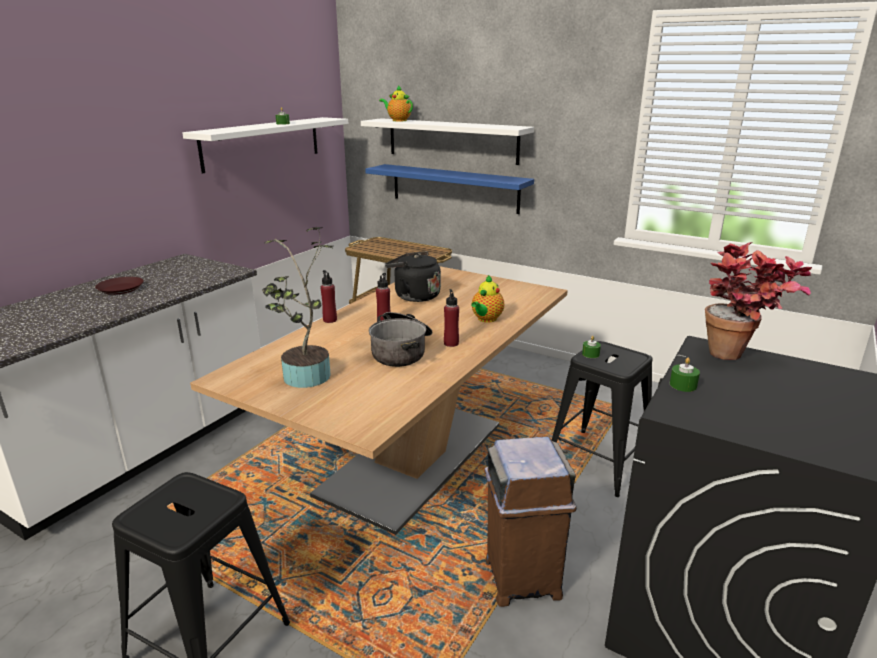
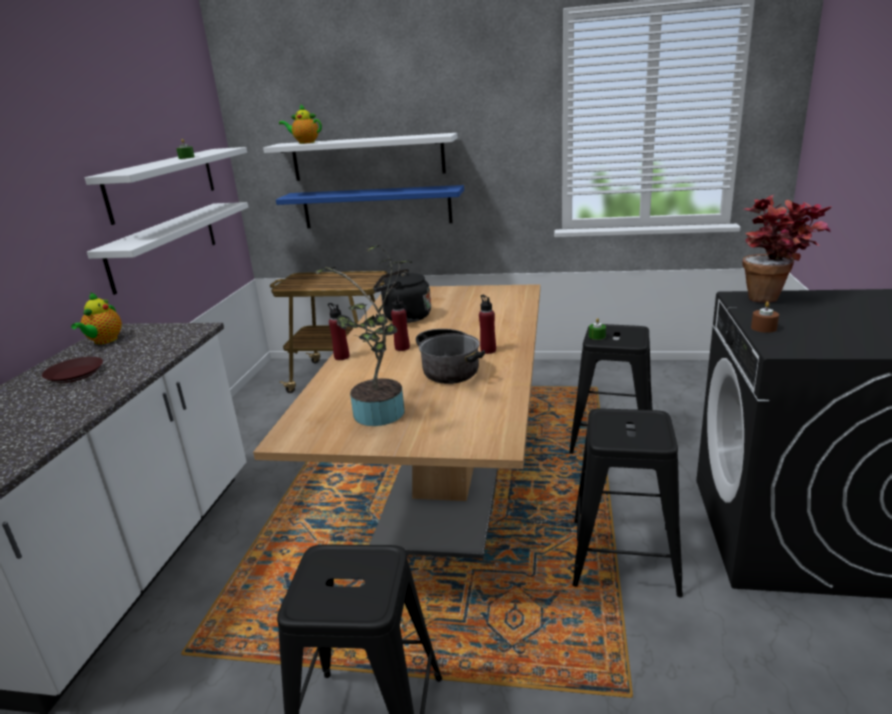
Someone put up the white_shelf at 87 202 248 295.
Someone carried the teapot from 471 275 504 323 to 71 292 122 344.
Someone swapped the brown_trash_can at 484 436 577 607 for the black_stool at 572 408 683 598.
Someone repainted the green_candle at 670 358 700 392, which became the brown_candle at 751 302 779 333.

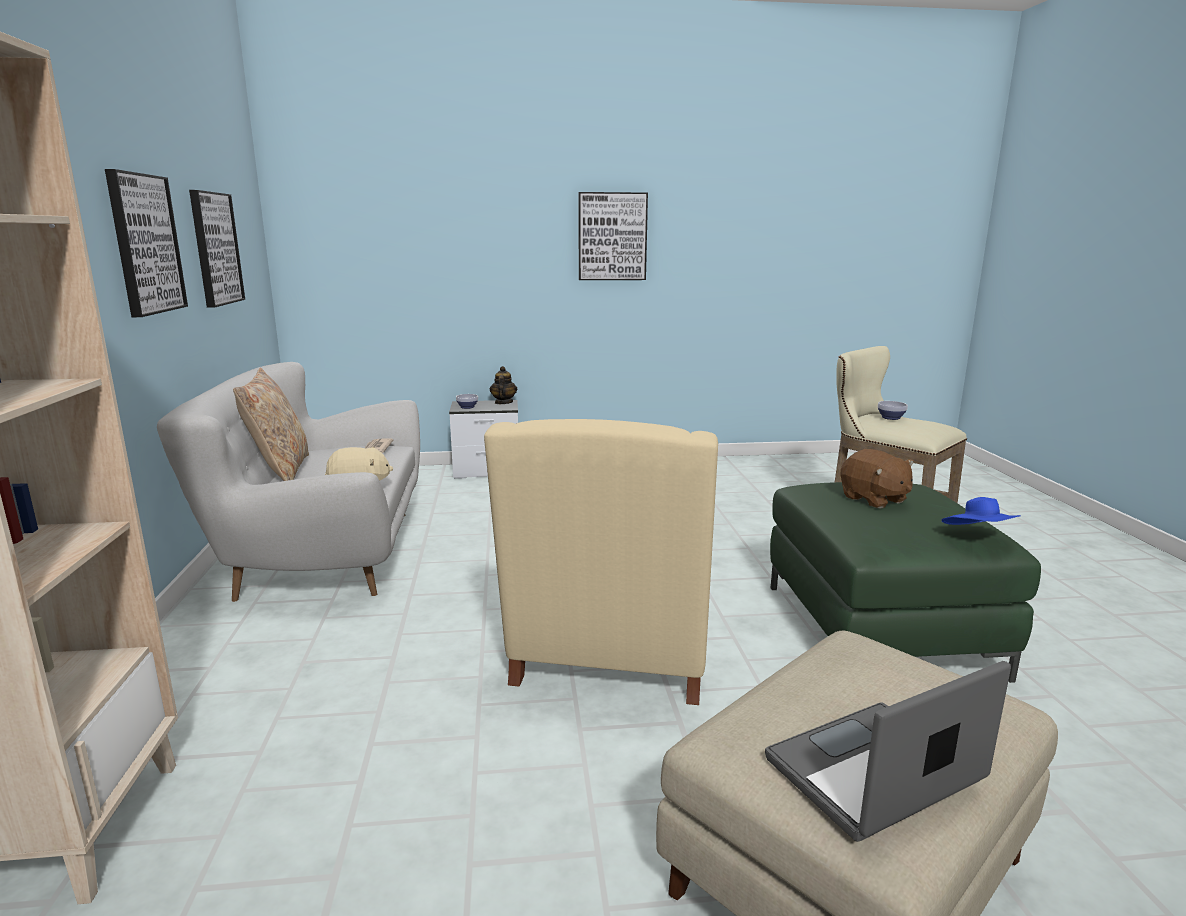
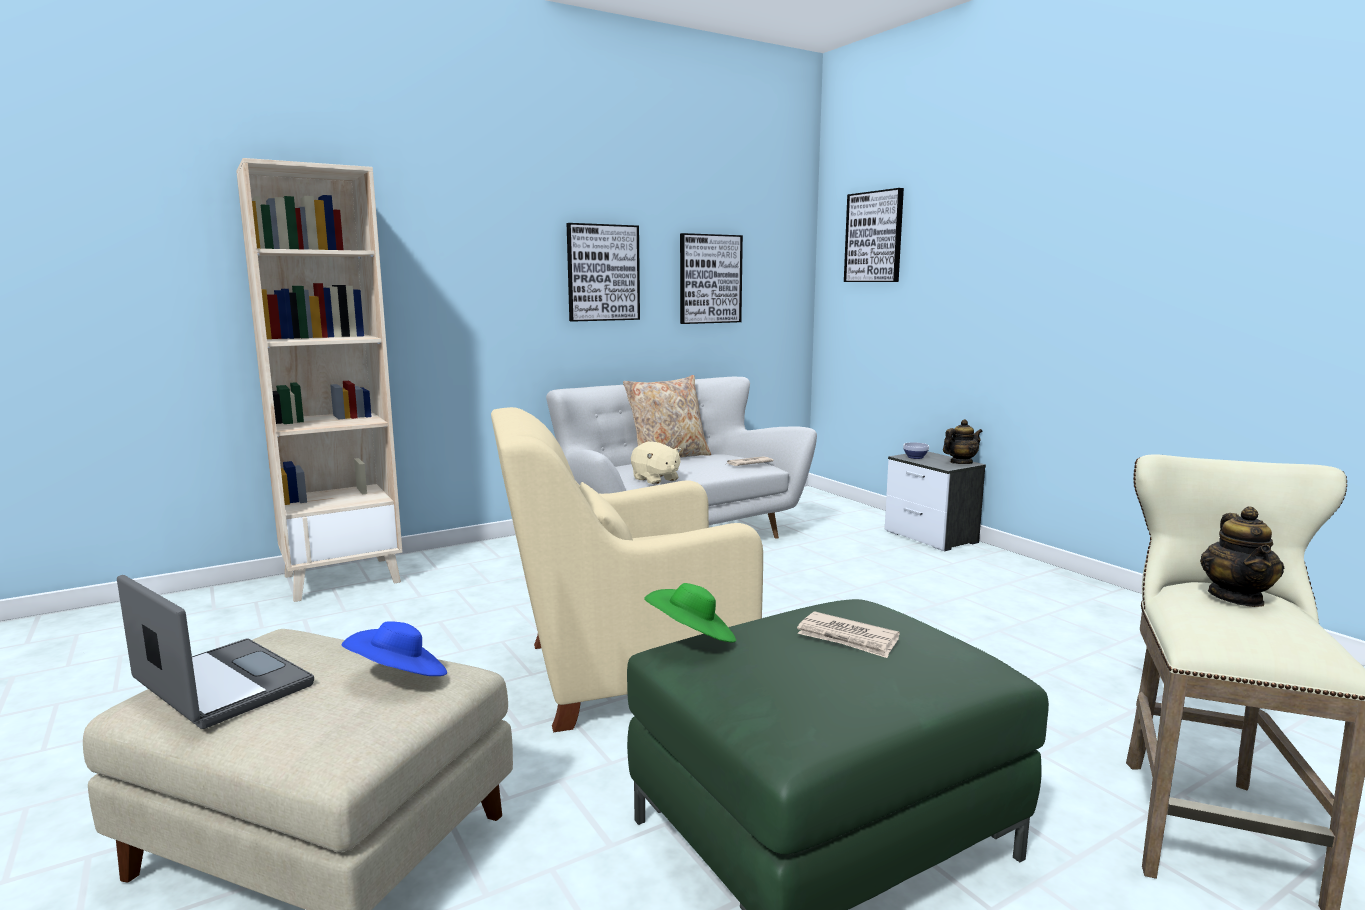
Someone put down the green_hat at 644 583 736 642.
Someone carried the picture from 578 192 648 280 to 844 188 904 282.
Someone carried the blue_hat from 942 497 1021 525 to 341 621 447 676.
Someone swapped the brown_plush_toy at 840 449 914 509 for the newspaper at 797 612 900 658.
Someone swapped the bowl at 878 401 908 420 for the teapot at 1200 506 1284 607.

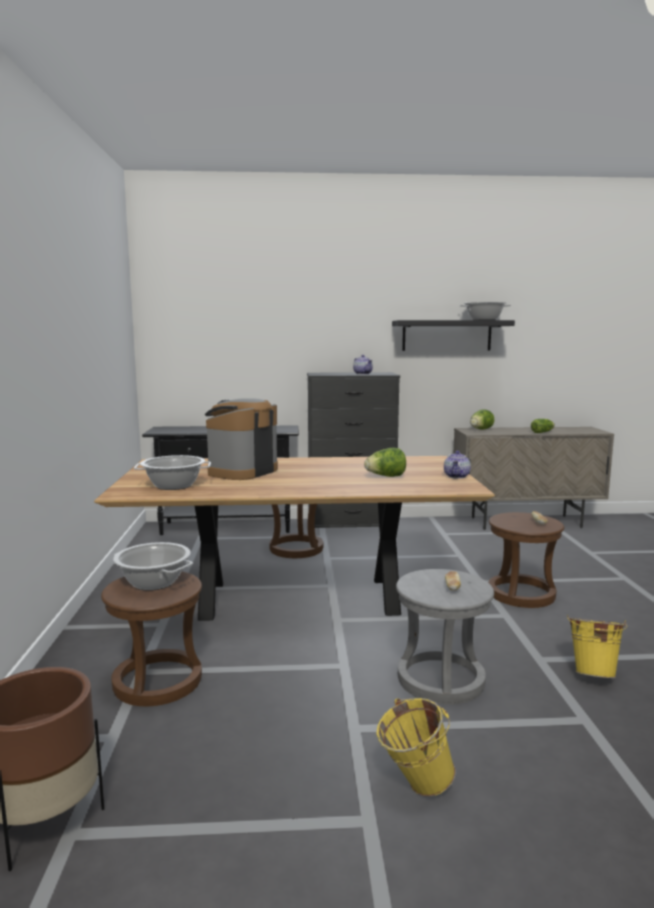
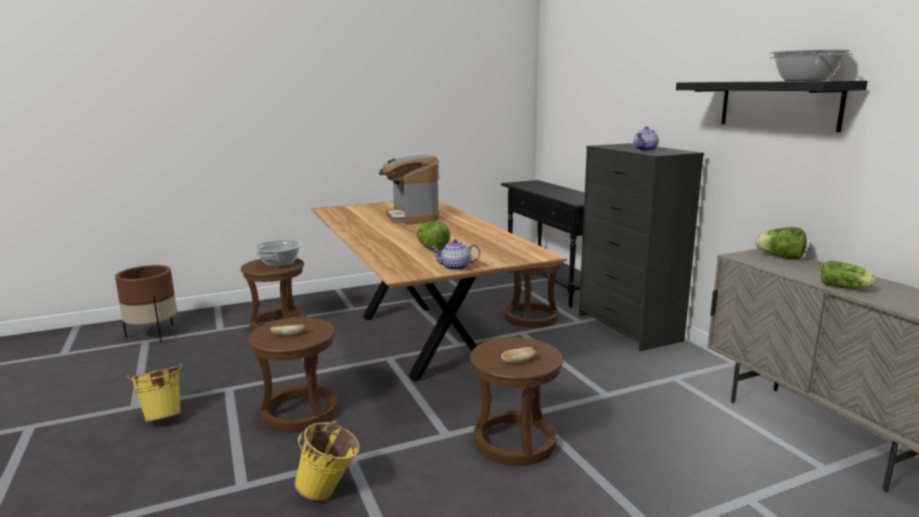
Someone took away the cooking_pot at 134 455 211 490.
Someone repainted the grey_stool at 396 569 494 705, which became the brown_stool at 248 317 337 432.
Someone rotated the coffee_machine at 205 398 278 480 by 120 degrees counterclockwise.

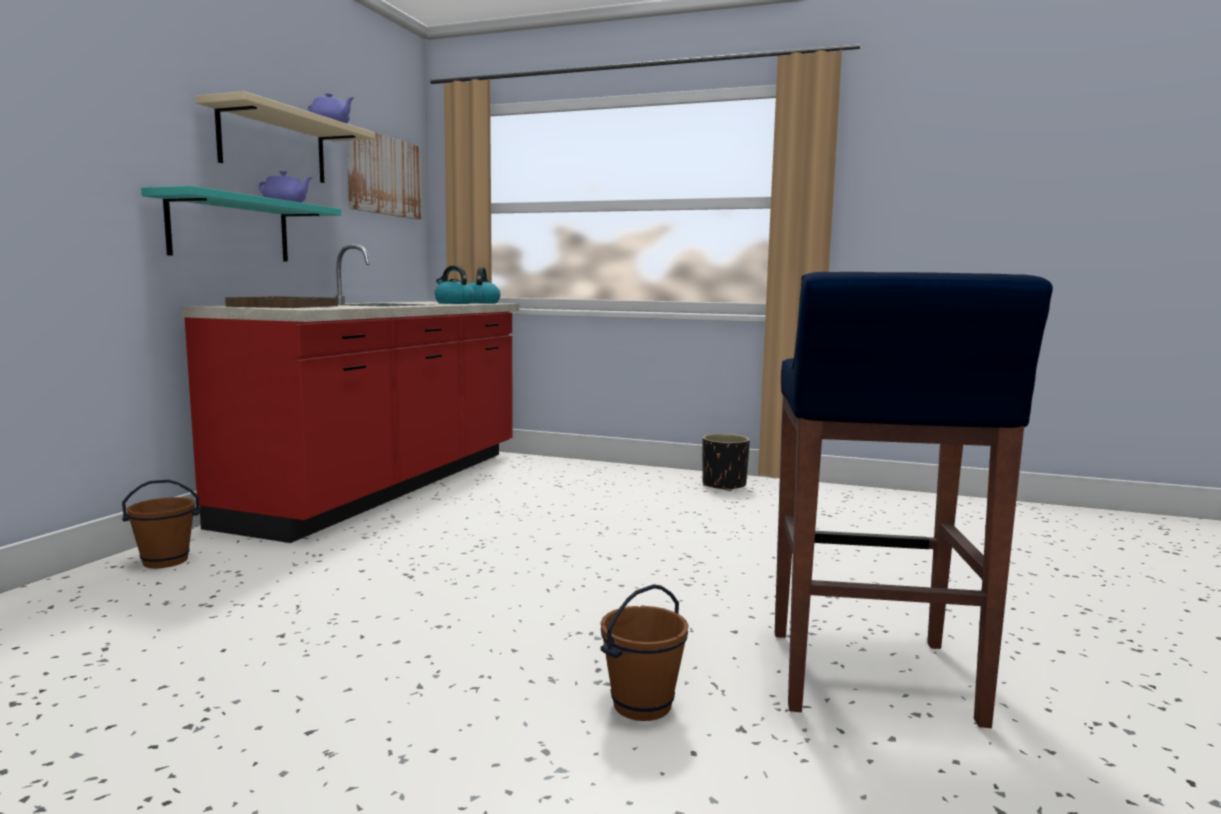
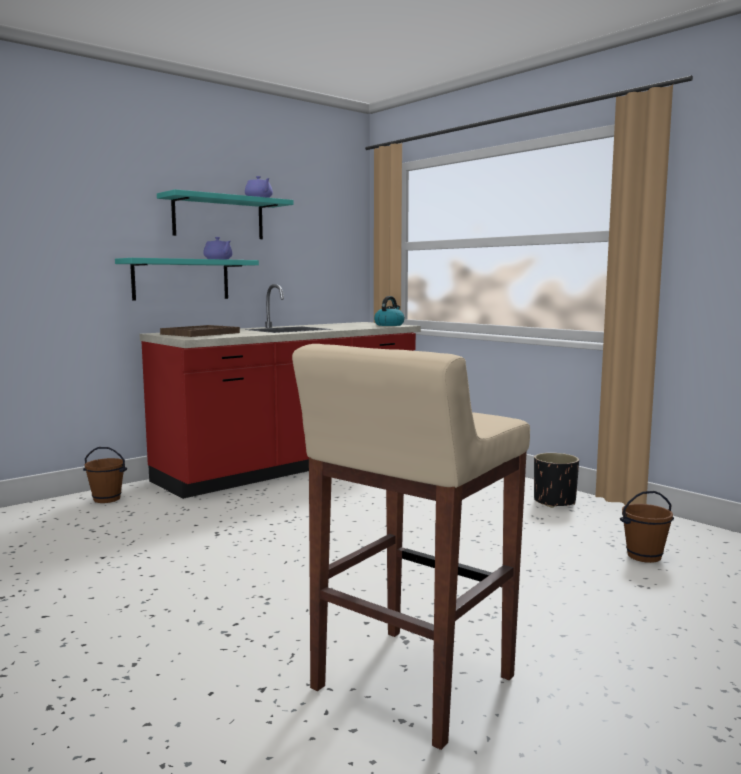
Someone took away the picture at 347 128 422 219.
Someone took away the kettle at 435 266 475 304.
Someone carried the brown_bucket from 600 584 689 721 to 620 491 674 563.
Someone repainted the beige_shelf at 196 91 375 183, which became the turquoise_shelf at 157 189 294 239.
Someone repainted the blue_stool at 775 272 1053 728, which became the beige_stool at 292 344 530 750.

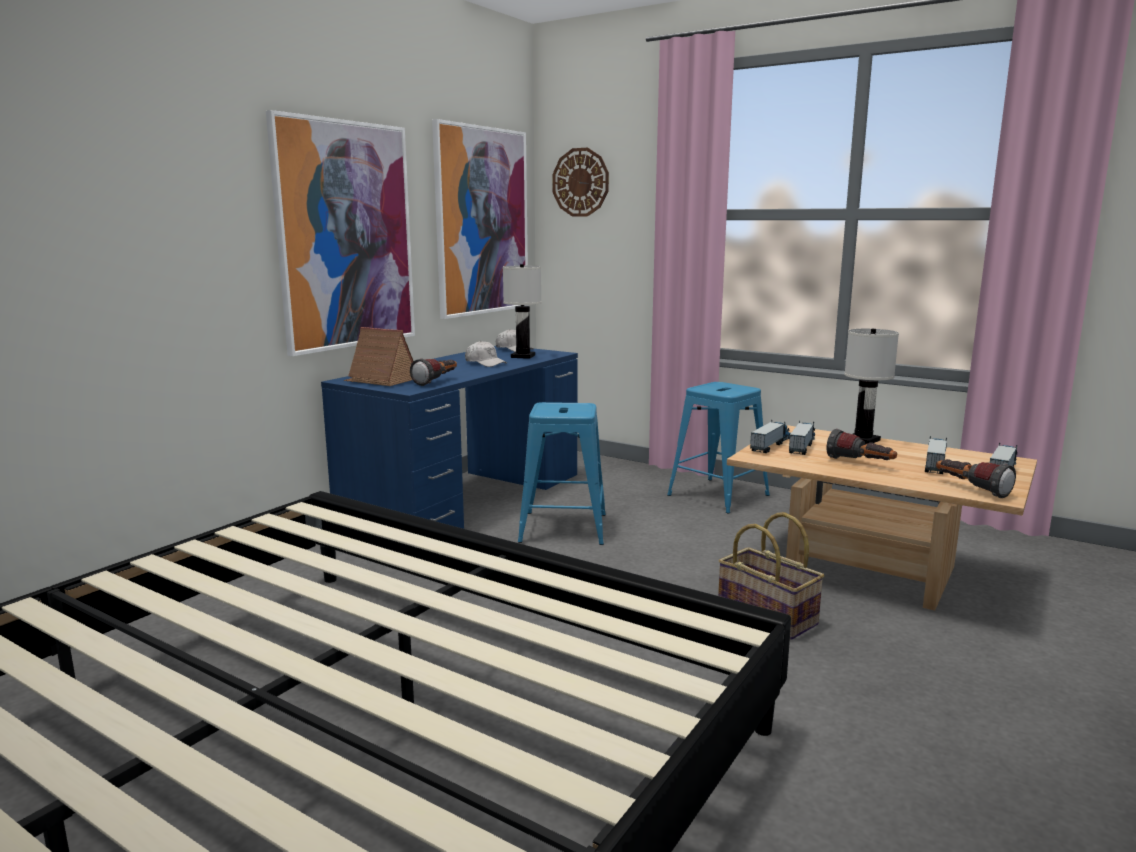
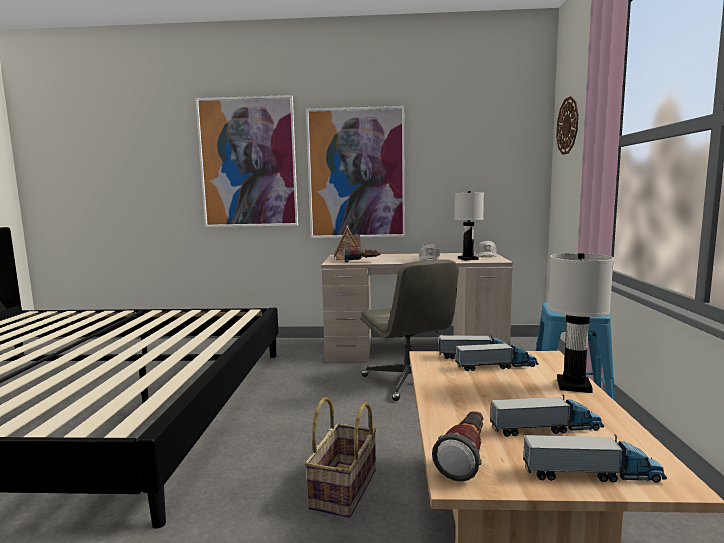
Someone took away the flashlight at 827 429 897 460.
Someone carried the picture from 432 119 528 319 to 195 95 298 227.
Someone swapped the blue_stool at 518 402 606 545 for the grey_office_chair at 360 259 458 401.
Someone repainted the blue_desk at 321 346 578 529, which became the beige_desk at 321 253 513 361.

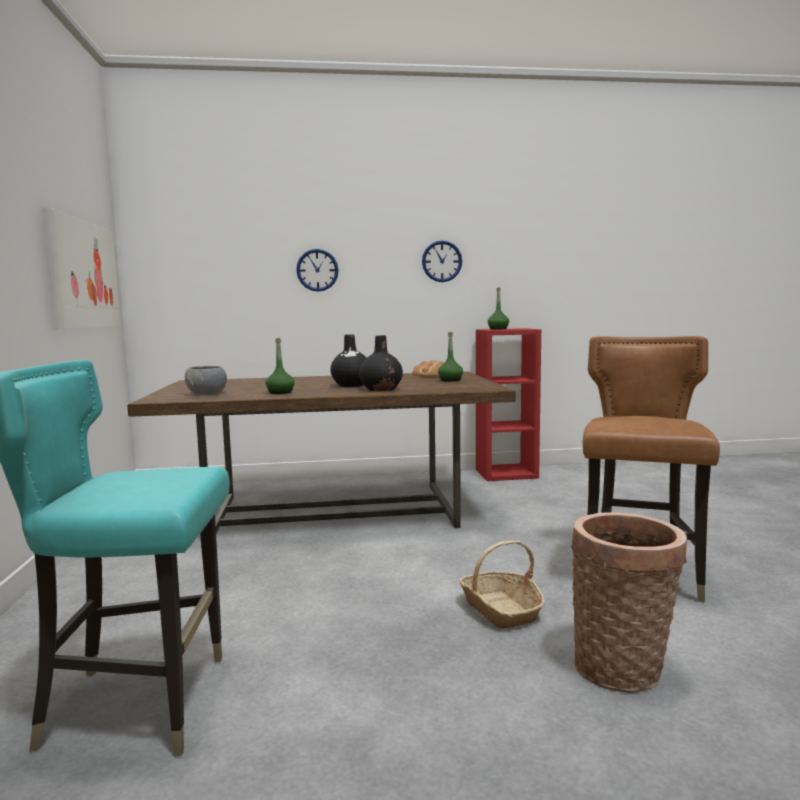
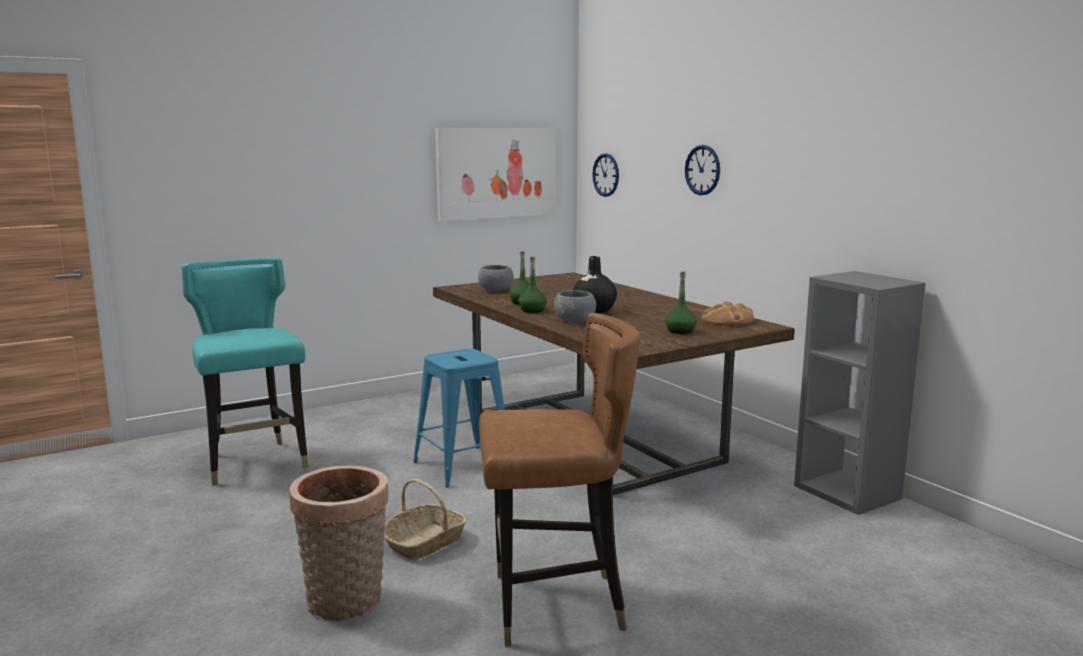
Someone put down the blue_stool at 413 348 505 488.
Someone carried the wall_clock from 422 240 462 282 to 592 153 619 197.
Someone carried the green_bottle from 488 288 509 330 to 518 257 547 313.
Someone swapped the black_vase at 359 335 403 391 for the grey_bowl at 554 290 596 323.
Someone repainted the red_bookcase at 476 328 541 481, which became the grey_bookcase at 794 271 925 515.

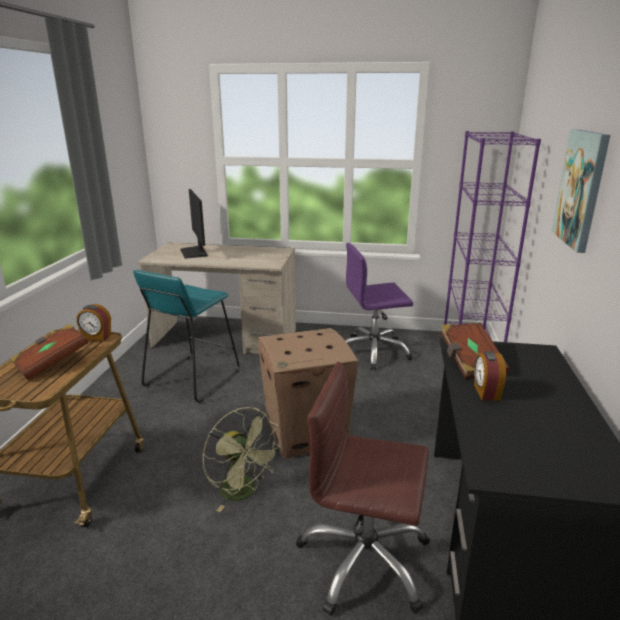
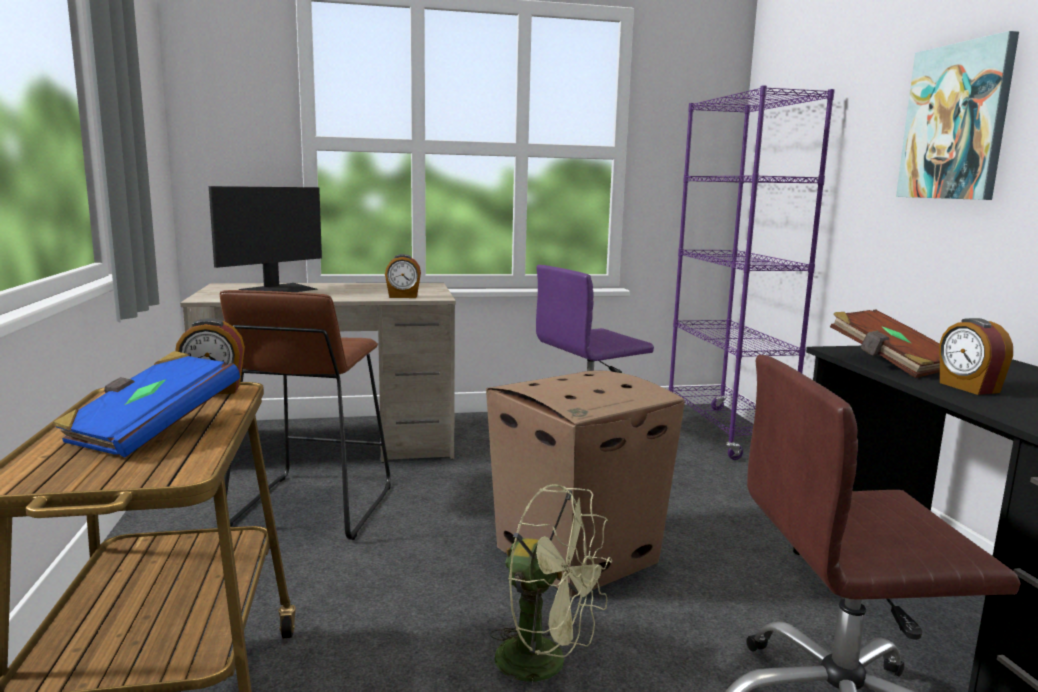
Someone put down the alarm_clock at 385 254 421 298.
Someone repainted the brown_book at 10 323 88 380, which became the blue_book at 52 351 240 457.
Someone repainted the turquoise_stool at 133 270 239 402, which became the brown_stool at 220 290 391 540.
Someone rotated the monitor at 180 189 208 259 by 105 degrees counterclockwise.

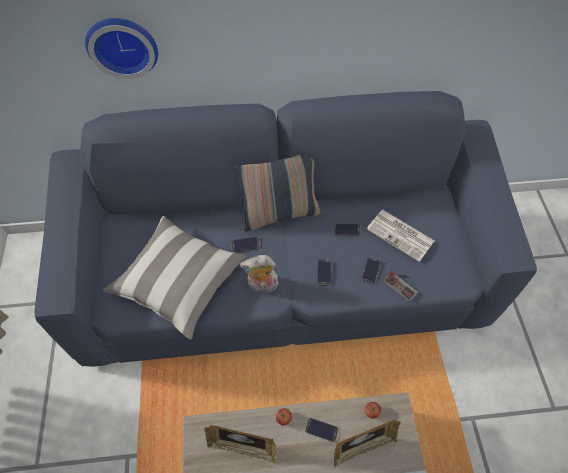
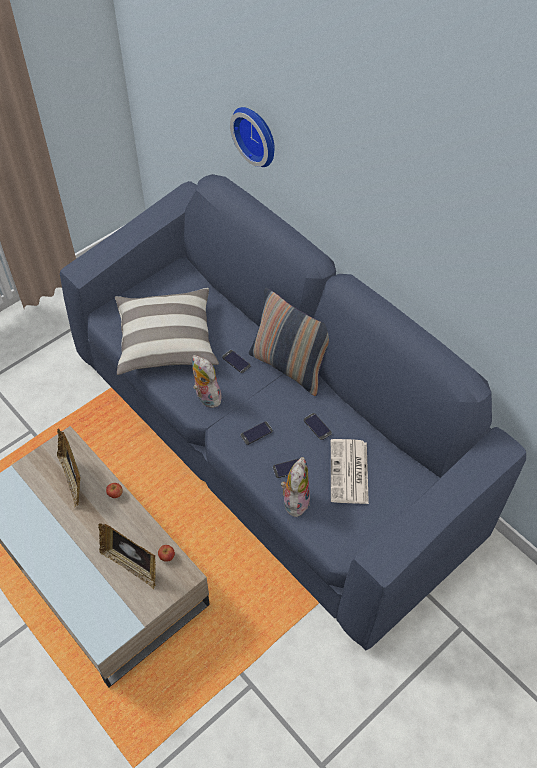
Someone took away the phone at 305 418 339 442.
Someone swapped the game_controller at 383 271 418 302 for the plush_toy at 281 457 310 518.

